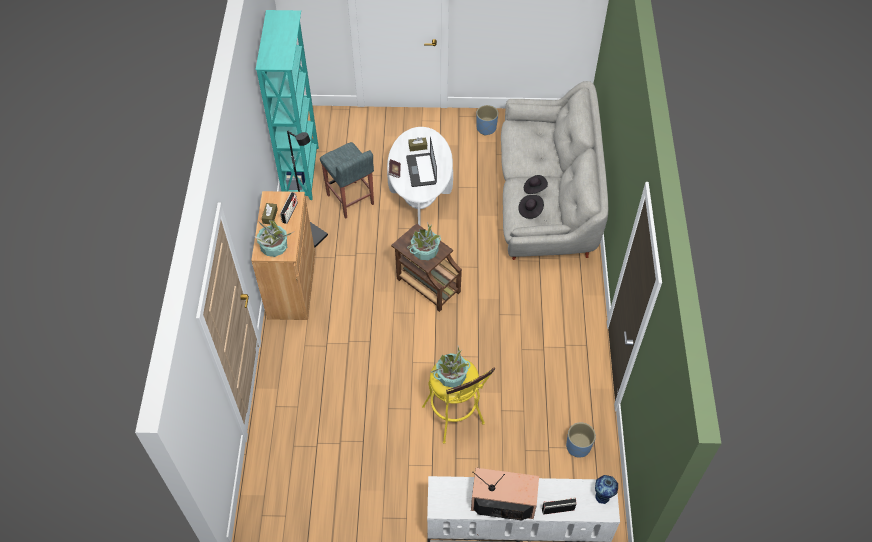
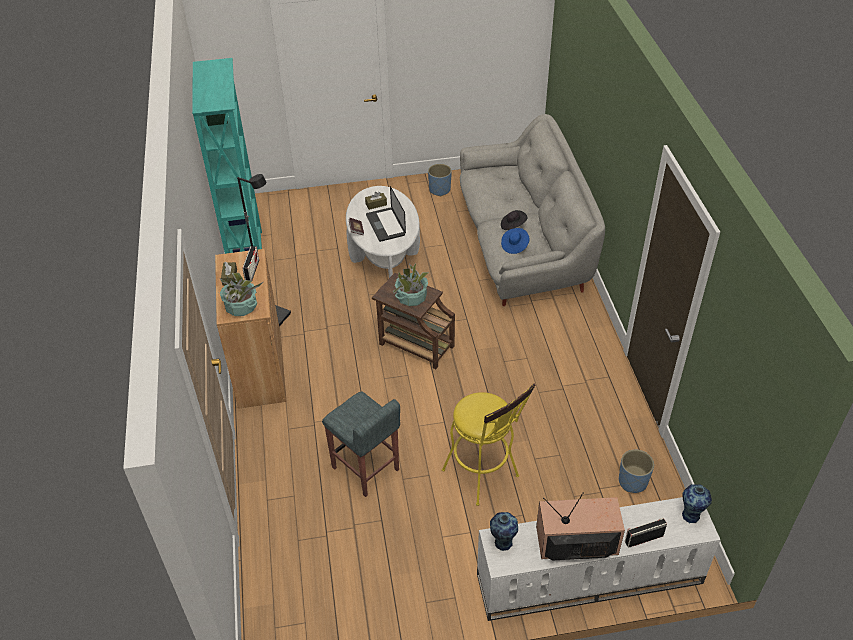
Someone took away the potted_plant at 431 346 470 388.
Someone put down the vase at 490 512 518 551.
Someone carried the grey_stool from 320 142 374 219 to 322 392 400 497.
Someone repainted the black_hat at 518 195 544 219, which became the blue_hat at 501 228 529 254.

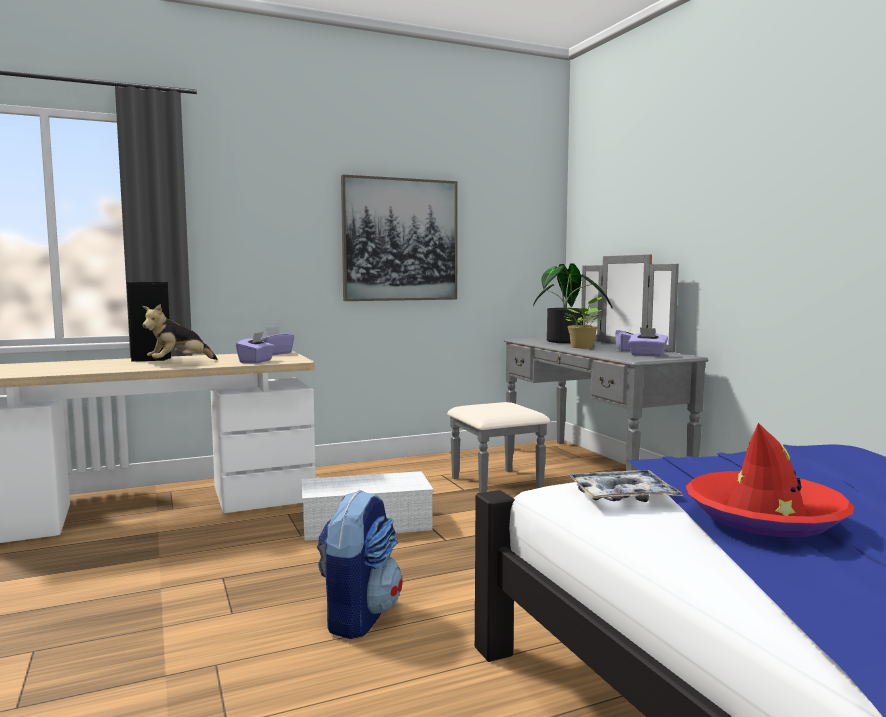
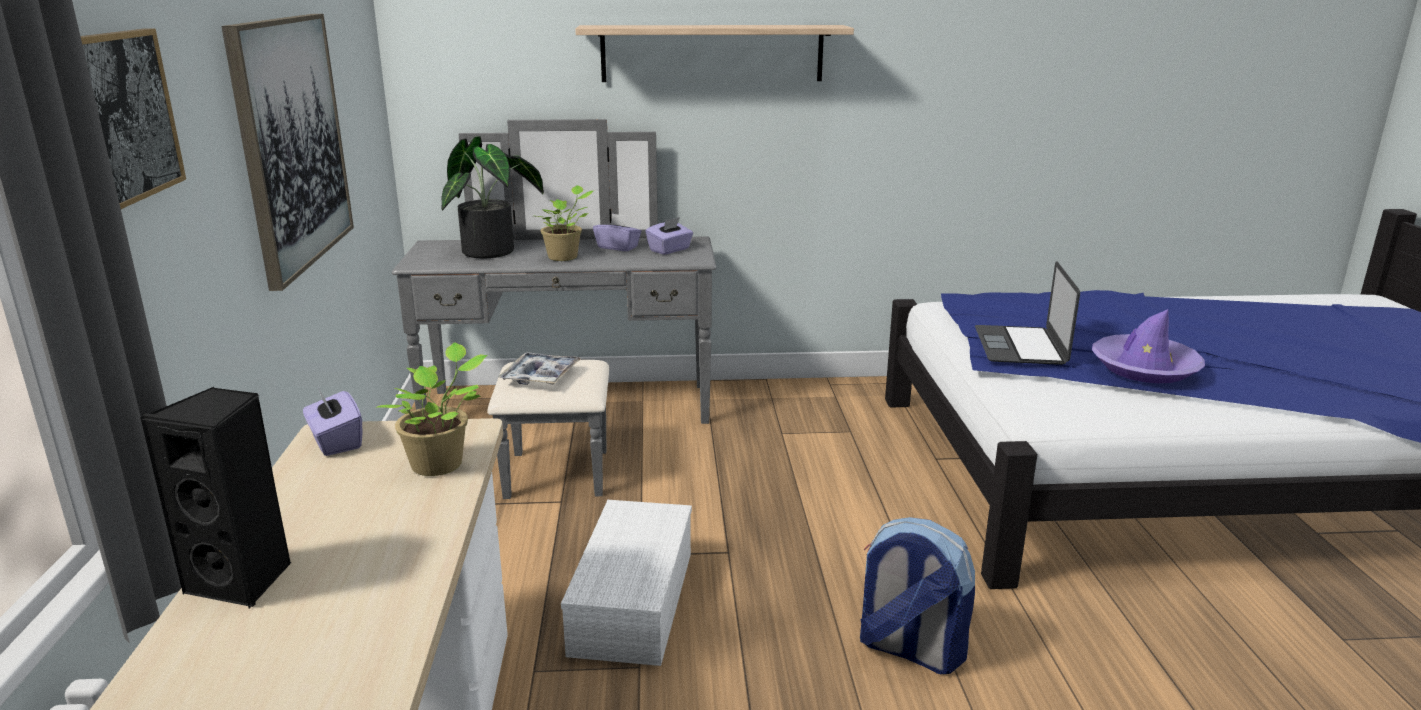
Someone took away the plush_toy at 142 304 217 360.
Someone put up the picture at 80 28 186 209.
Someone put up the shelf at 575 25 854 82.
Someone put down the laptop at 975 261 1080 365.
Someone carried the tray from 569 470 683 502 to 498 352 581 385.
Someone swapped the purple_tissue_box at 236 332 275 363 for the potted_plant at 375 342 487 476.
Someone repainted the red_hat at 686 423 855 538, which became the purple_hat at 1092 309 1205 383.

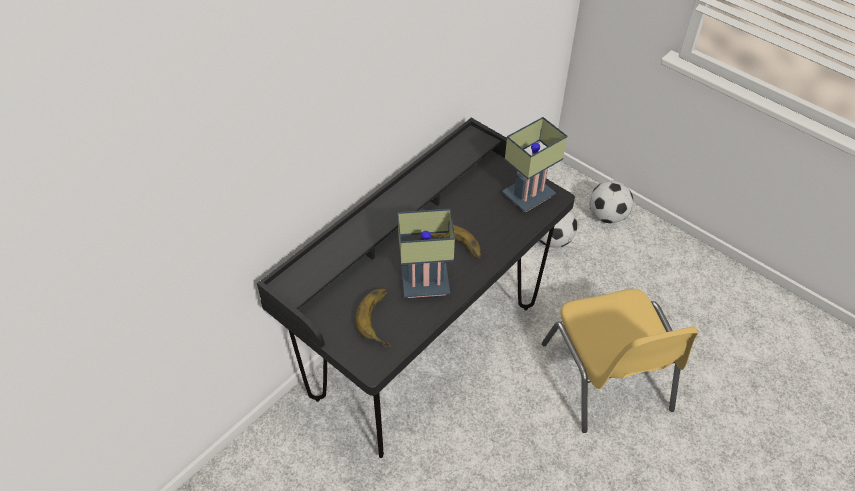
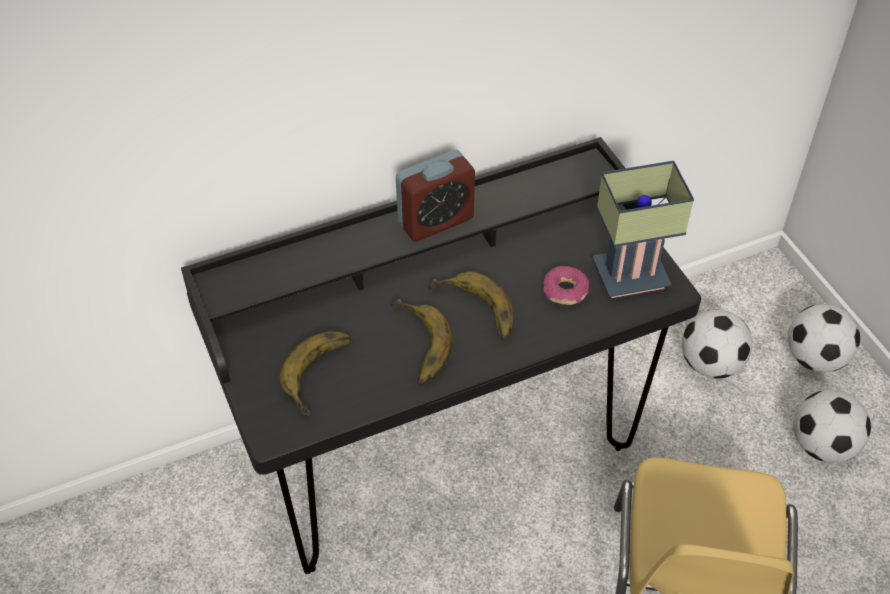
Someone put down the alarm_clock at 396 150 475 242.
Someone put down the donut at 543 266 589 305.
Someone put down the football at 794 390 871 463.
Someone swapped the table_lamp at 398 209 455 298 for the banana at 391 299 452 385.

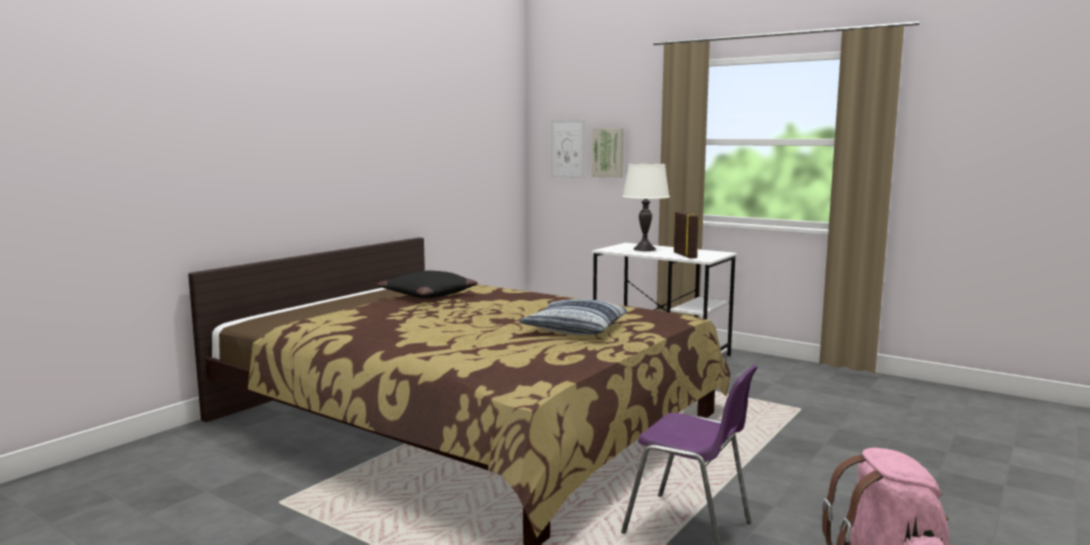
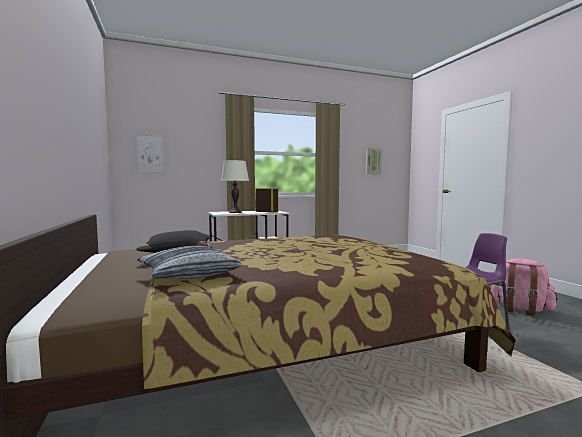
Someone carried the pillow from 519 299 627 335 to 137 246 241 279.
Someone carried the picture from 592 128 624 178 to 366 148 382 174.

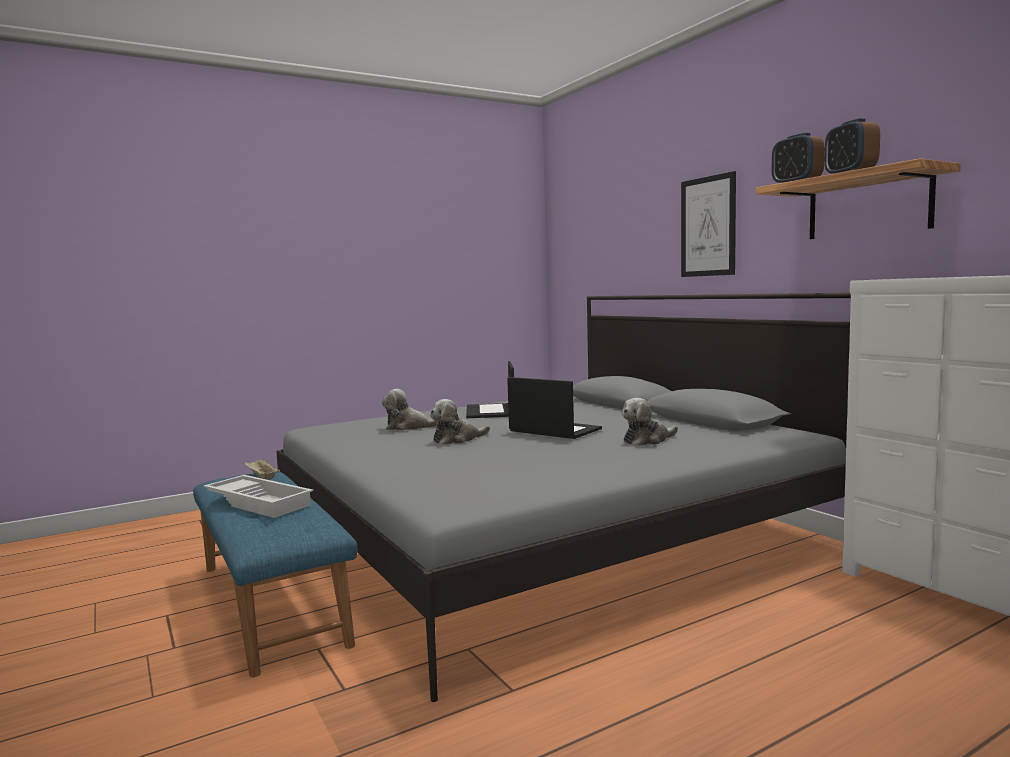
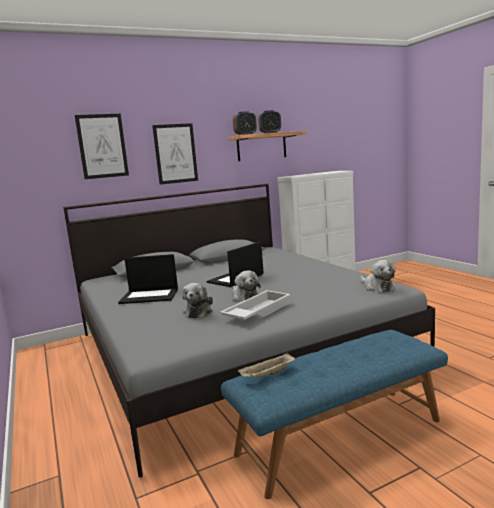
Someone put up the picture at 75 114 129 179.
Someone carried the white_tray from 203 475 313 518 to 220 290 291 320.
Someone carried the plush_toy from 622 398 678 446 to 360 260 395 293.

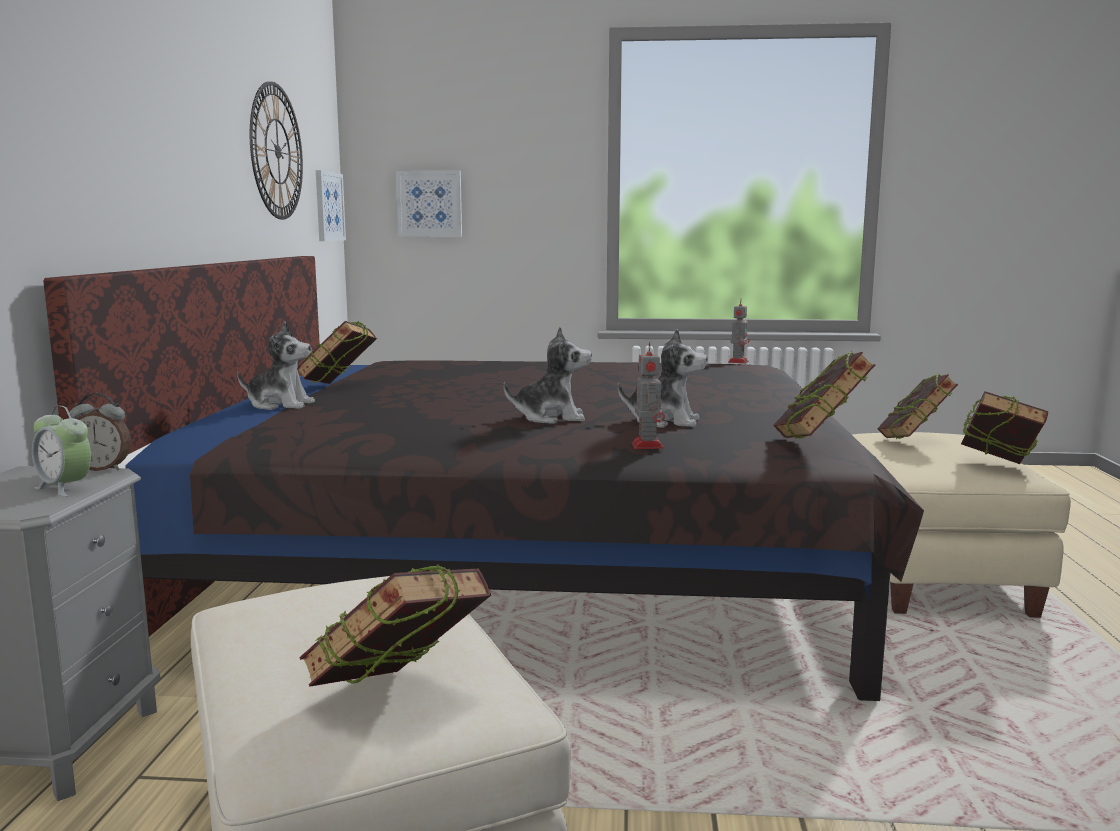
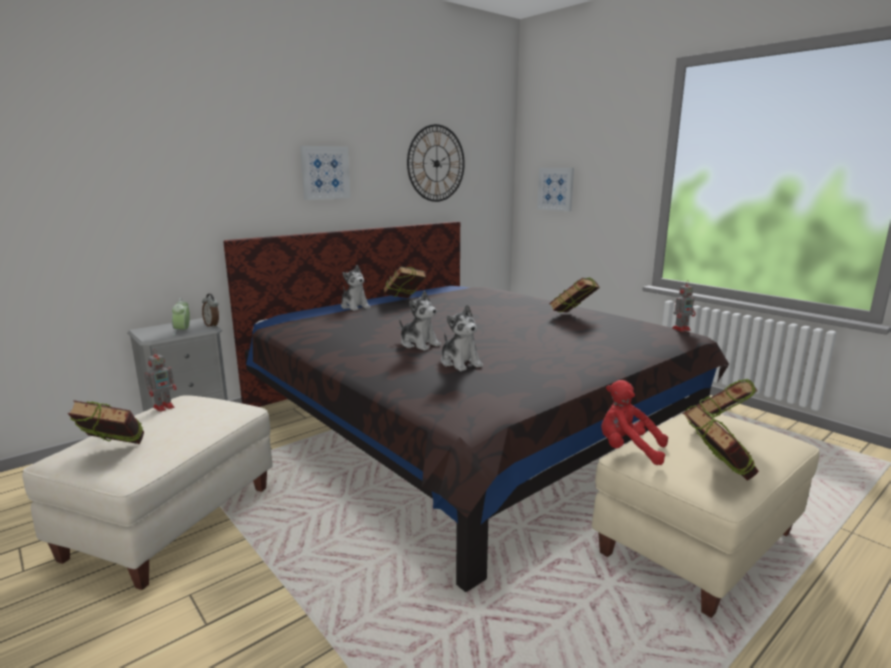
Someone put down the red_plush_toy at 601 380 668 465.
Someone carried the picture from 316 170 346 241 to 300 146 351 200.
Someone carried the toy_robot from 632 342 665 449 to 144 349 176 412.
Someone carried the book from 773 351 875 439 to 549 278 600 313.

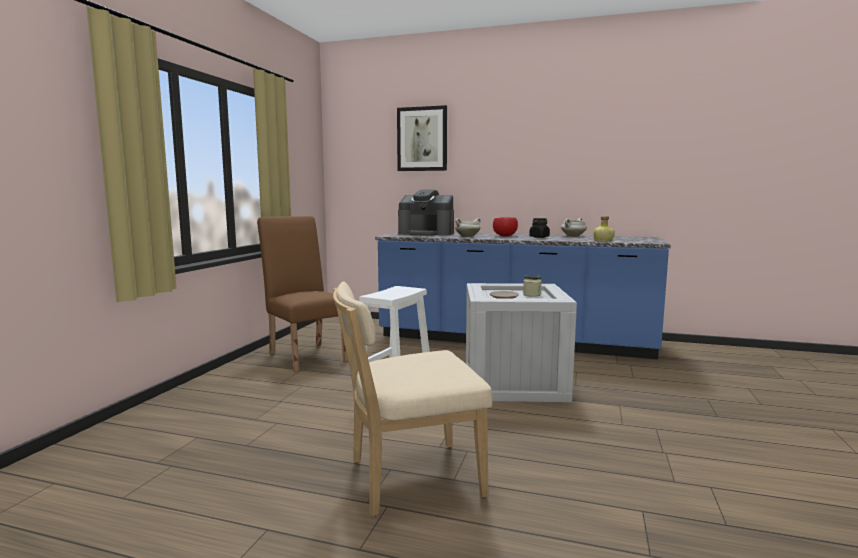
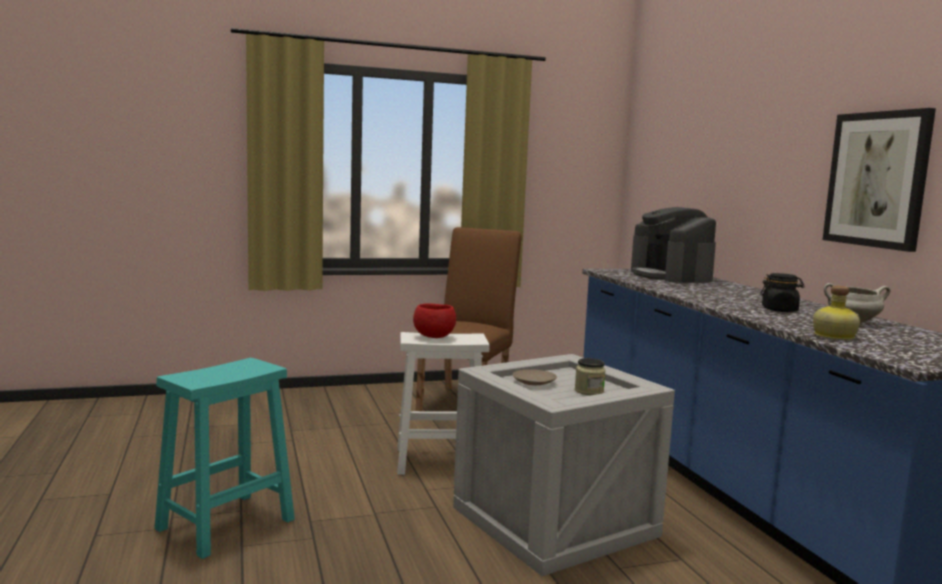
Someone took away the white_cooking_pot at 455 218 481 237.
Someone carried the picture from 397 105 447 171 to 823 108 936 252.
Someone carried the red_bowl from 493 217 518 236 to 413 303 456 338.
Someone swapped the beige_chair at 333 281 492 516 for the turquoise_stool at 154 358 295 559.

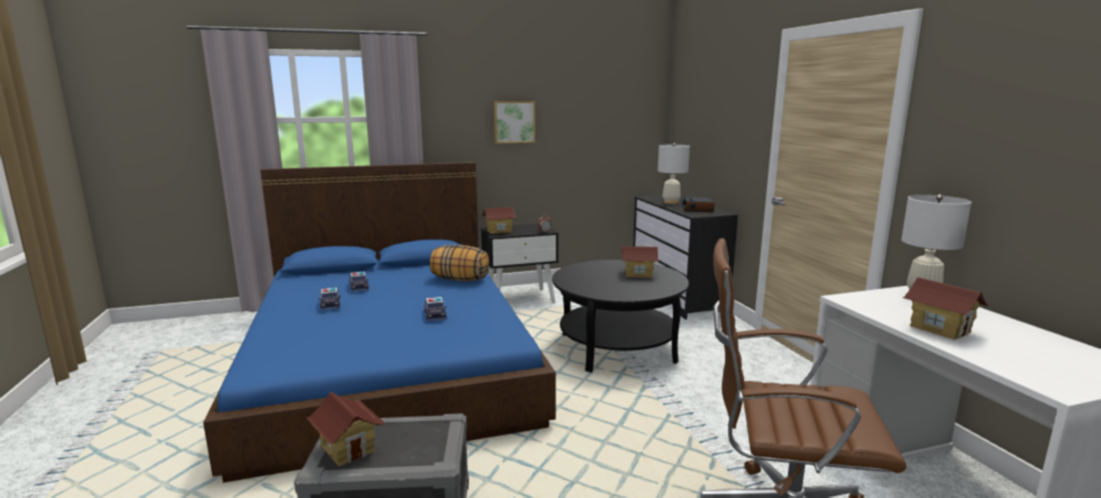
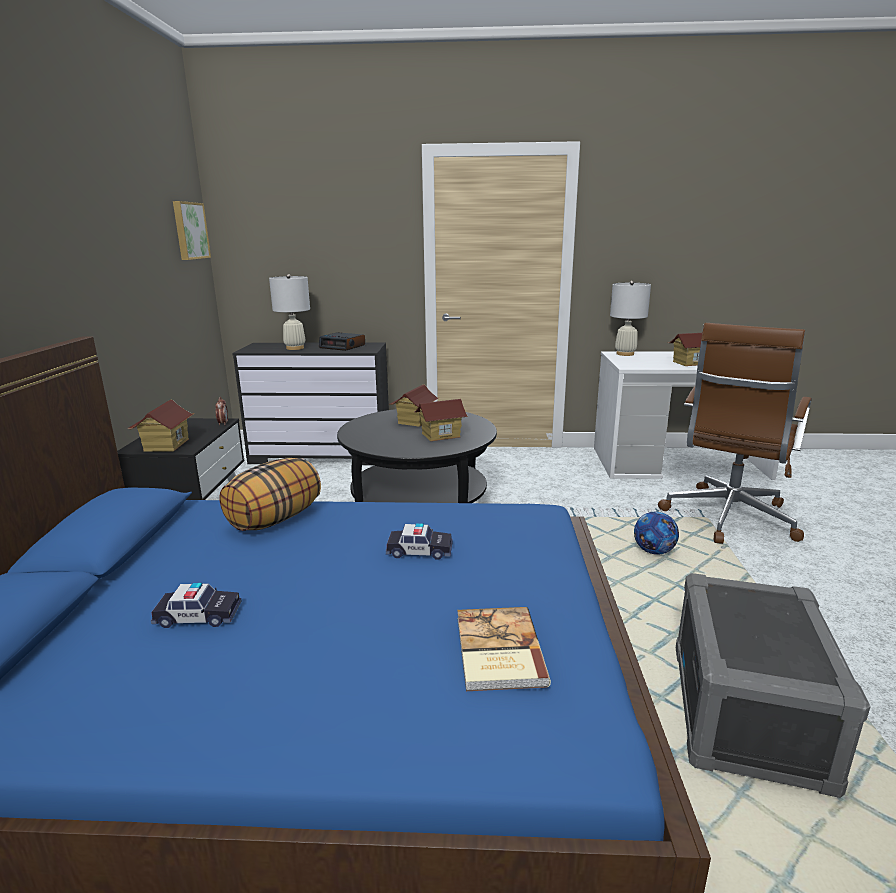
Someone took away the toy_car at 319 287 341 310.
Someone put down the book at 457 607 551 691.
Someone put down the football at 634 512 679 555.
Someone carried the toy_house from 306 392 385 467 to 414 399 468 441.
Someone carried the picture from 494 101 535 144 to 173 201 211 260.

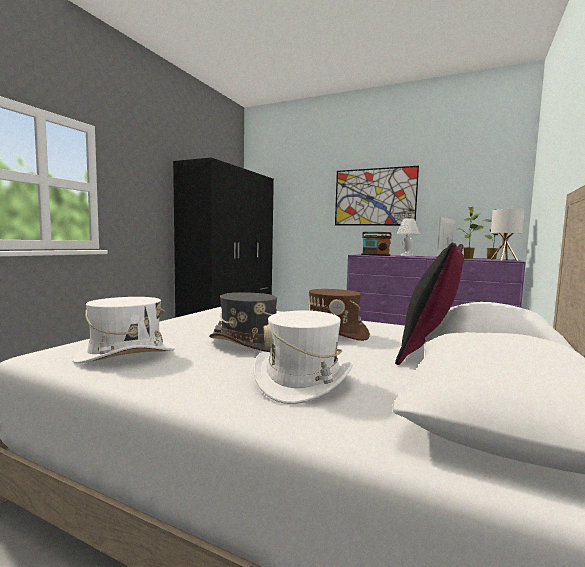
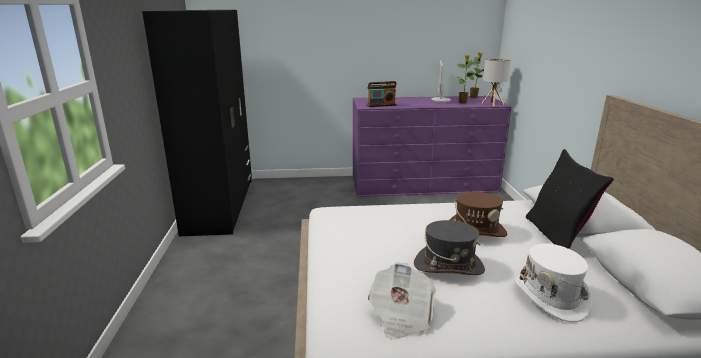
Someone took away the picture at 335 166 419 226.
Someone took away the white_table_lamp at 397 218 420 256.
Someone swapped the white_hat at 72 297 175 364 for the newspaper at 368 263 436 340.

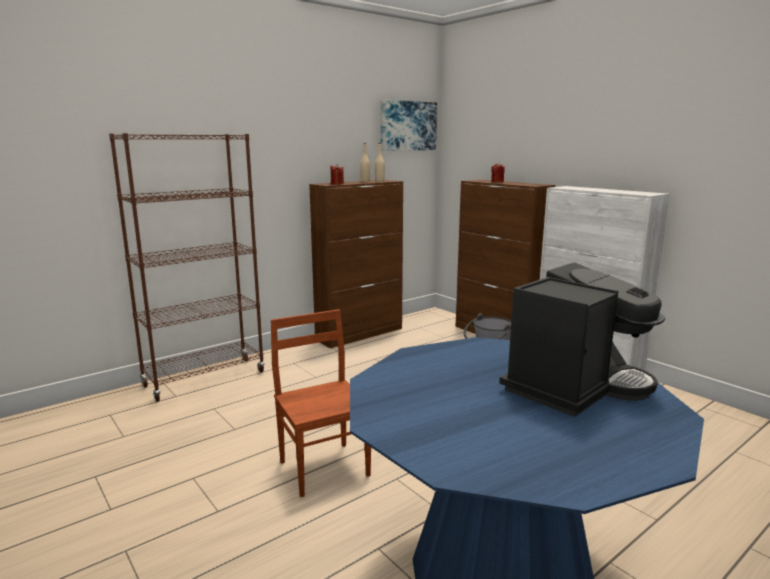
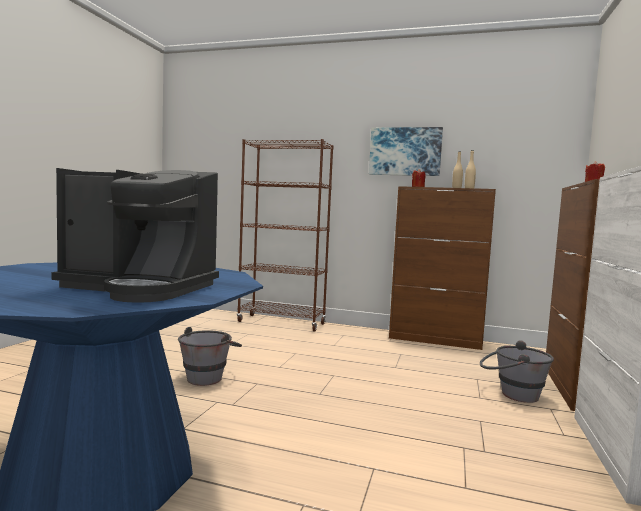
Someone carried the picture from 380 100 437 151 to 369 127 443 176.
Someone swapped the brown_chair at 271 309 371 497 for the grey_bucket at 178 327 242 386.

